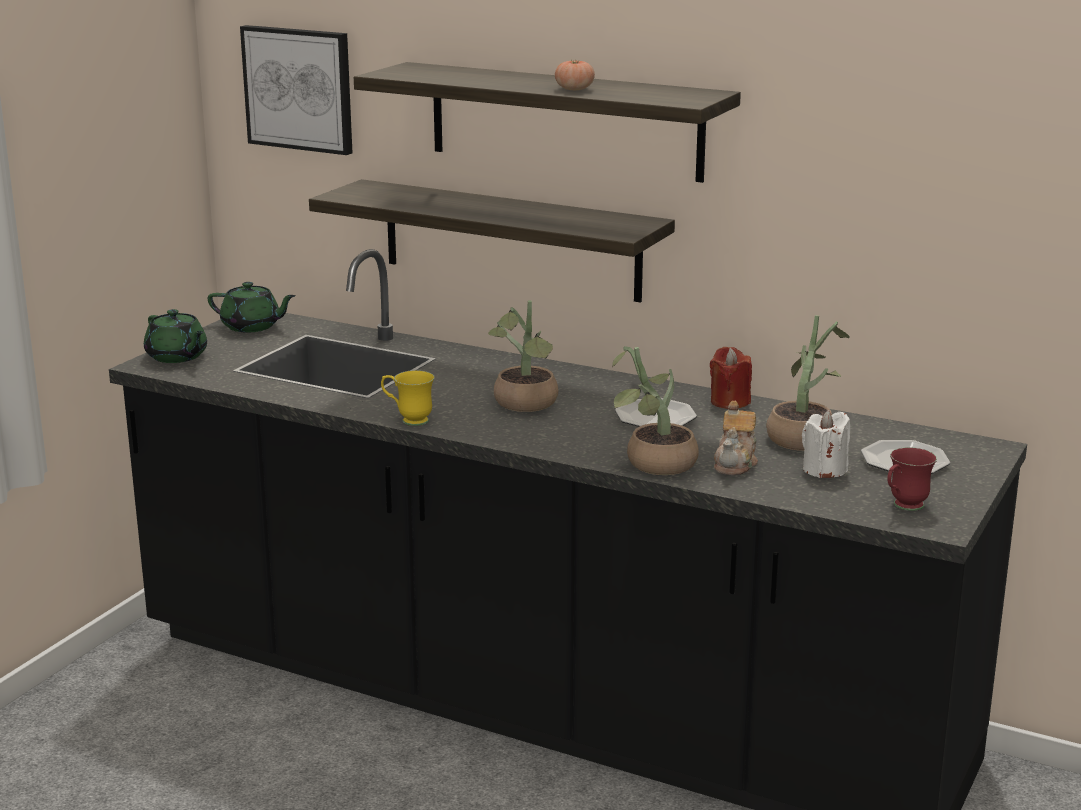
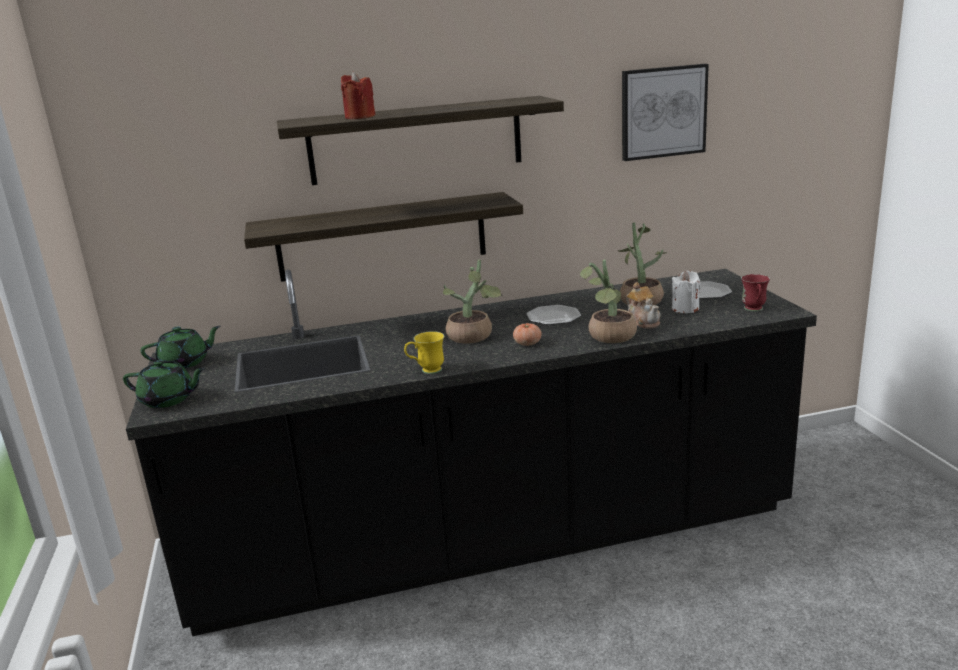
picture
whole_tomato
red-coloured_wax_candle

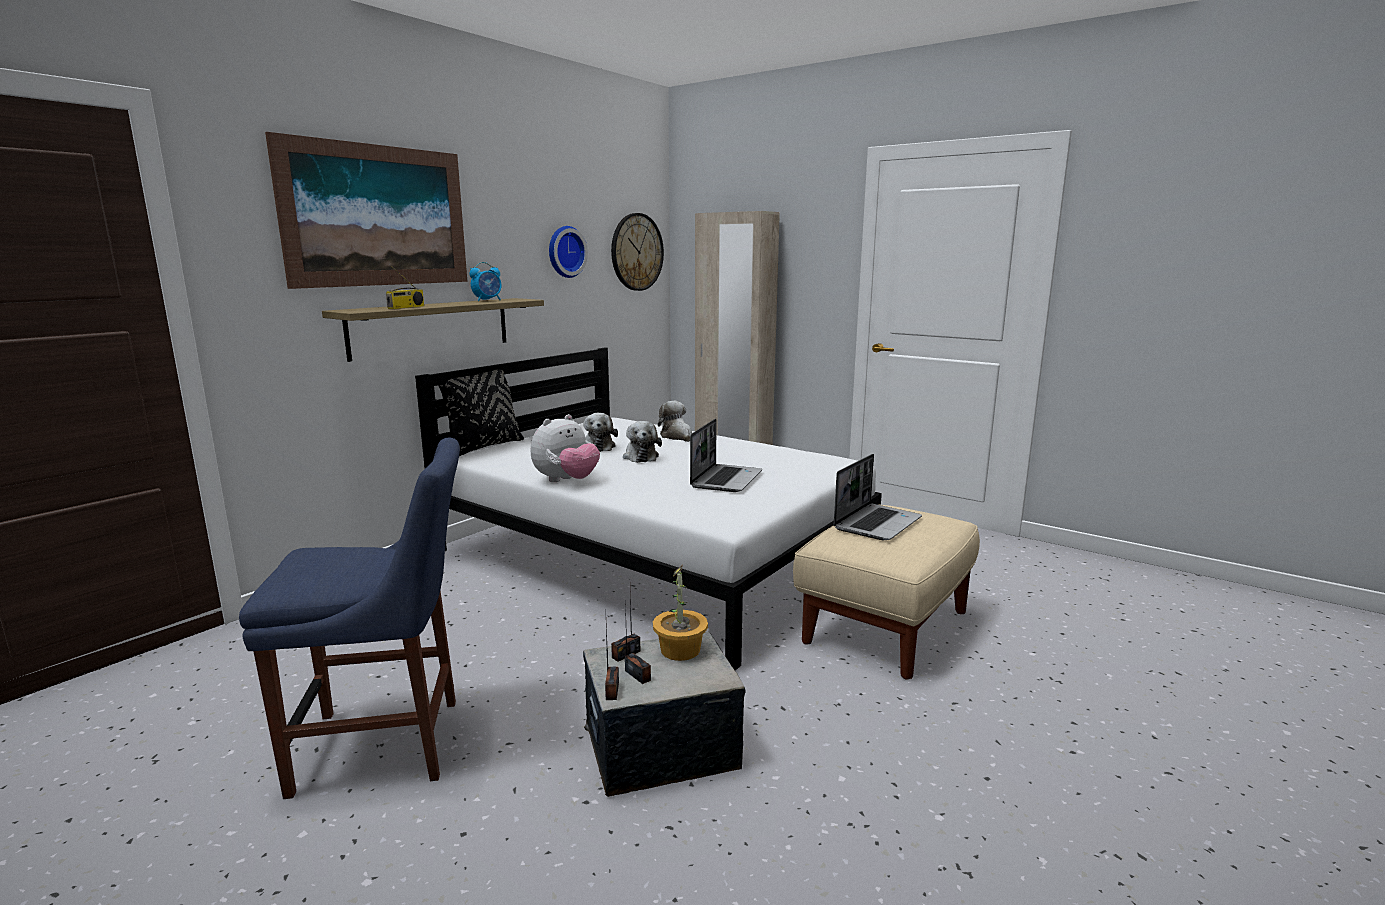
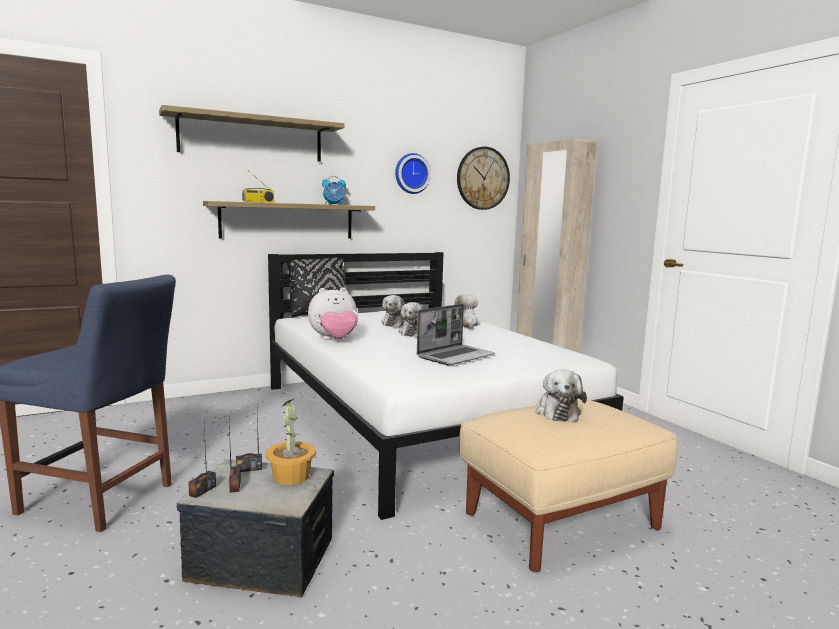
wall_shelf (1st from left)
plush_toy (5th from left)

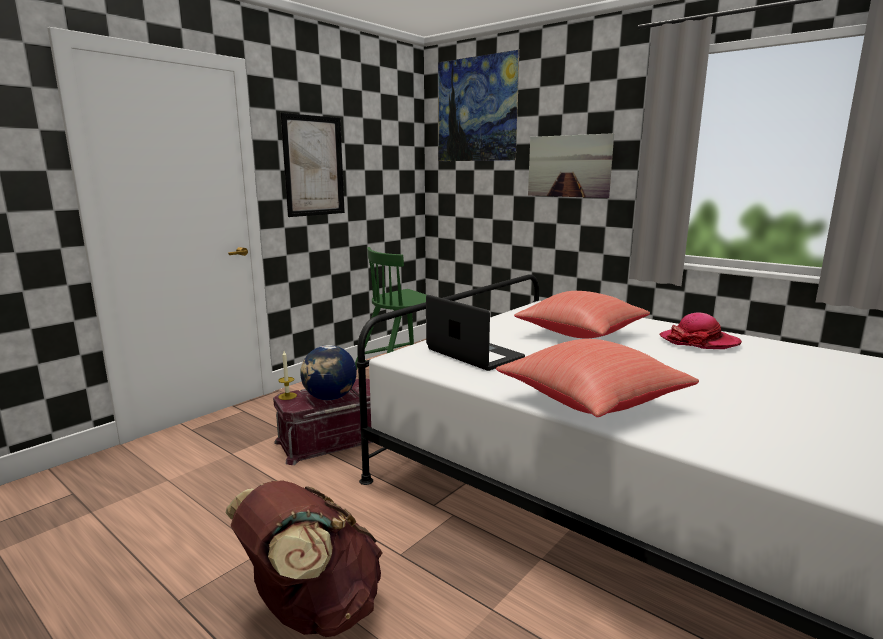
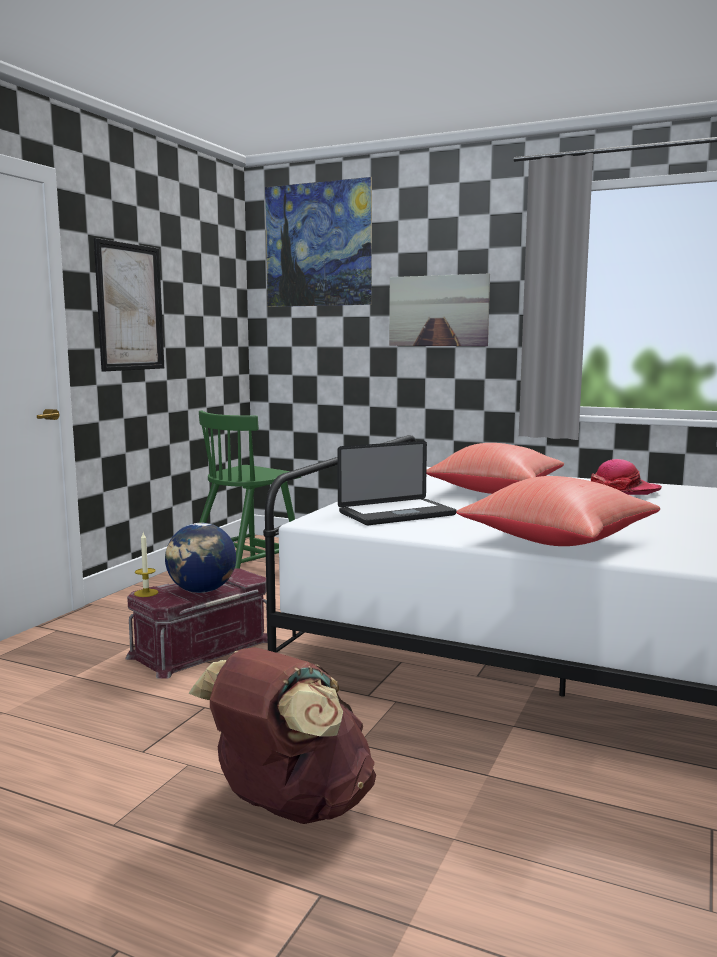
notebook_computer

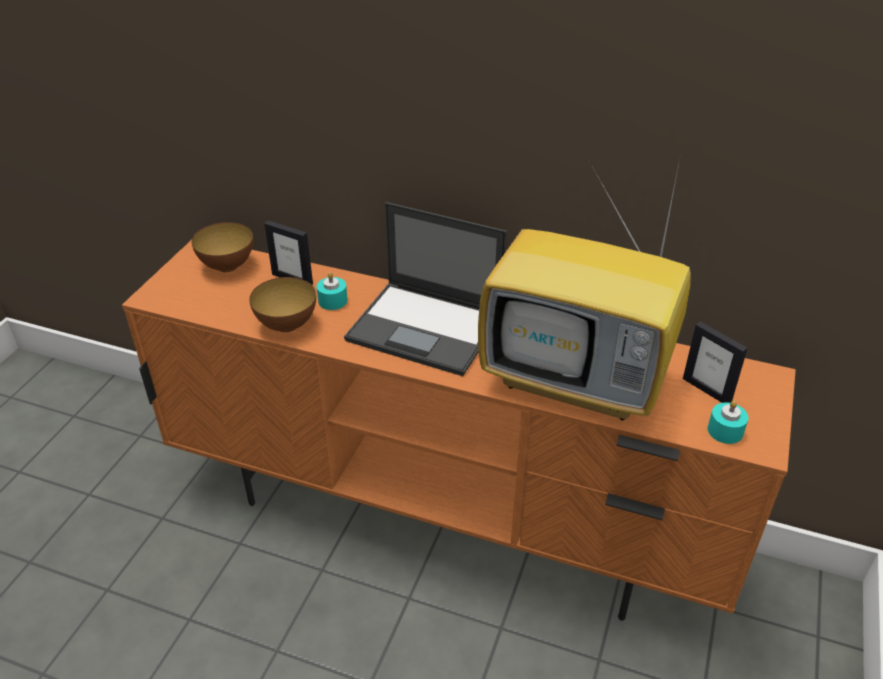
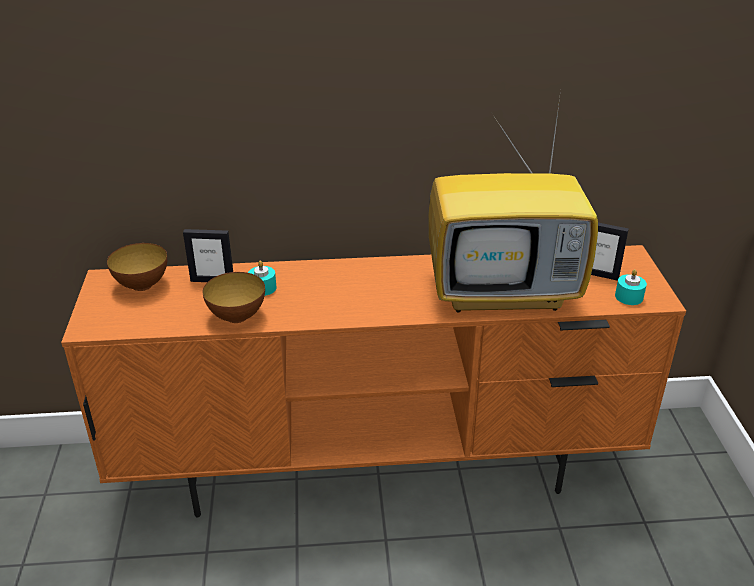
notebook_computer

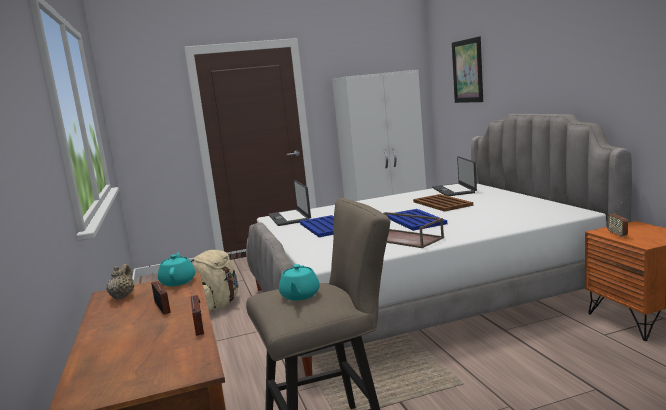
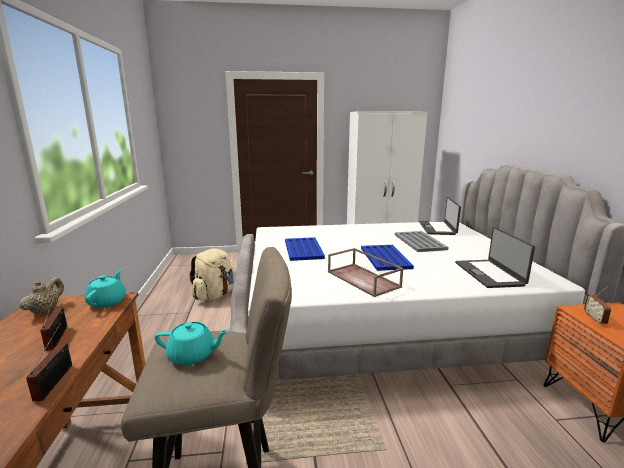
notebook_computer (2nd from left)
turquoise_tea_pot (2nd from left)
grey_tray
picture

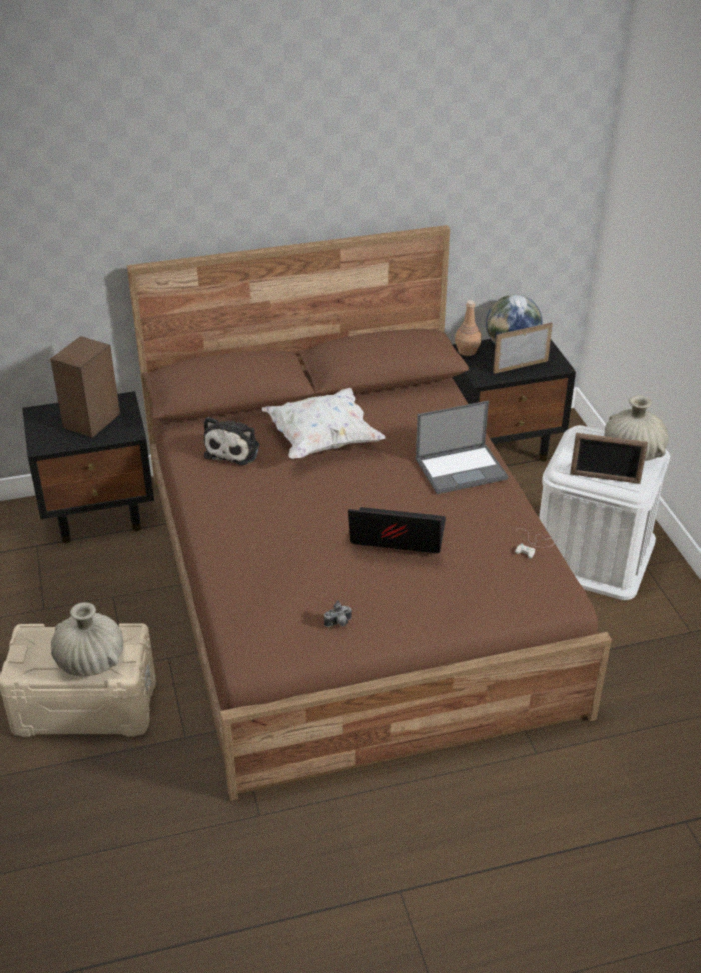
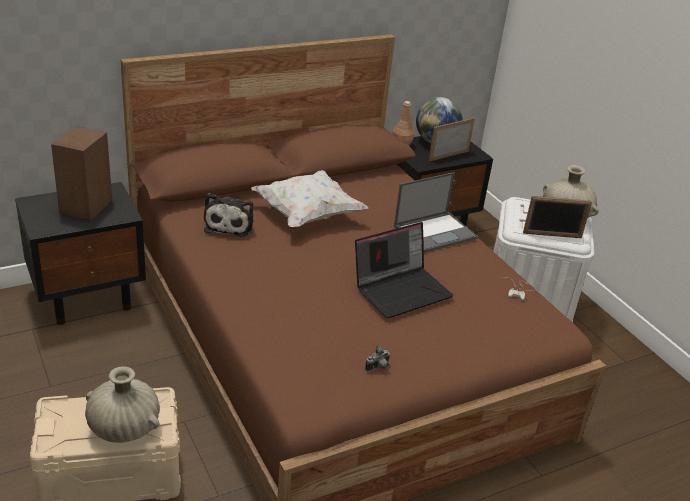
notebook_computer (1st from left)

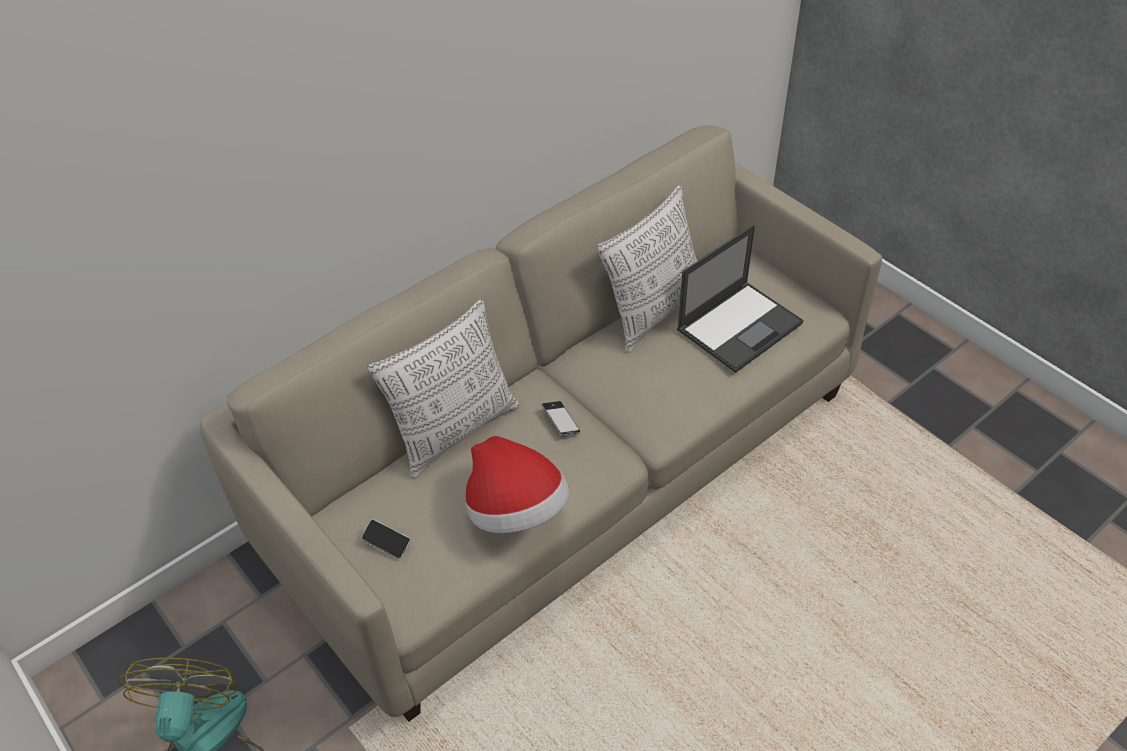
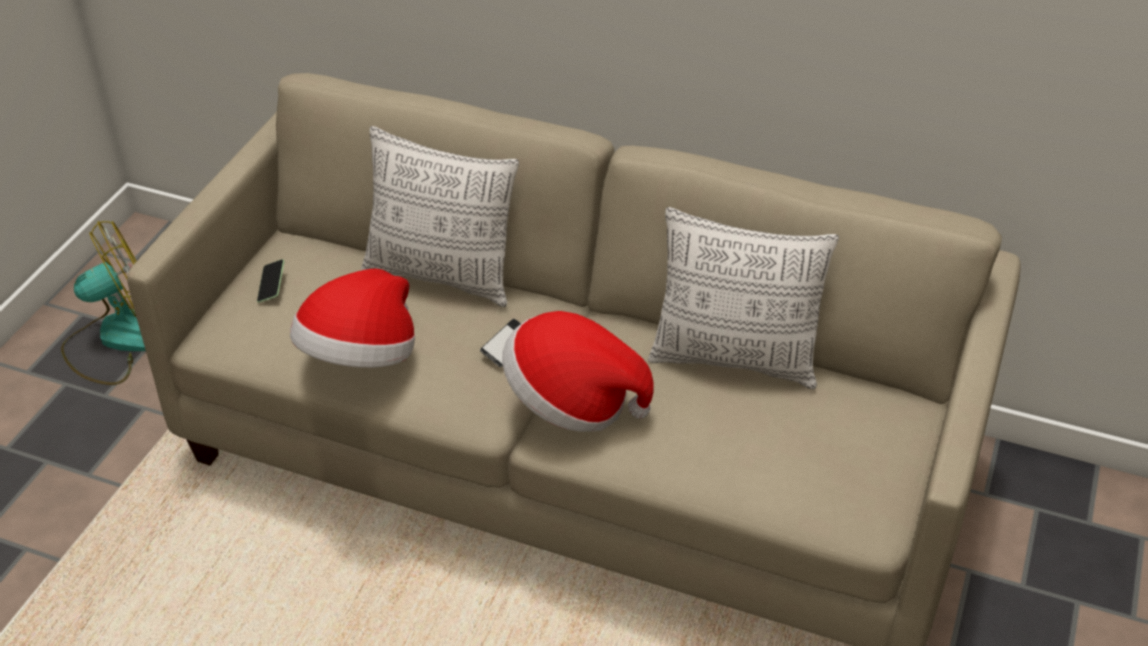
notebook_computer
wearable_hat (2nd from left)

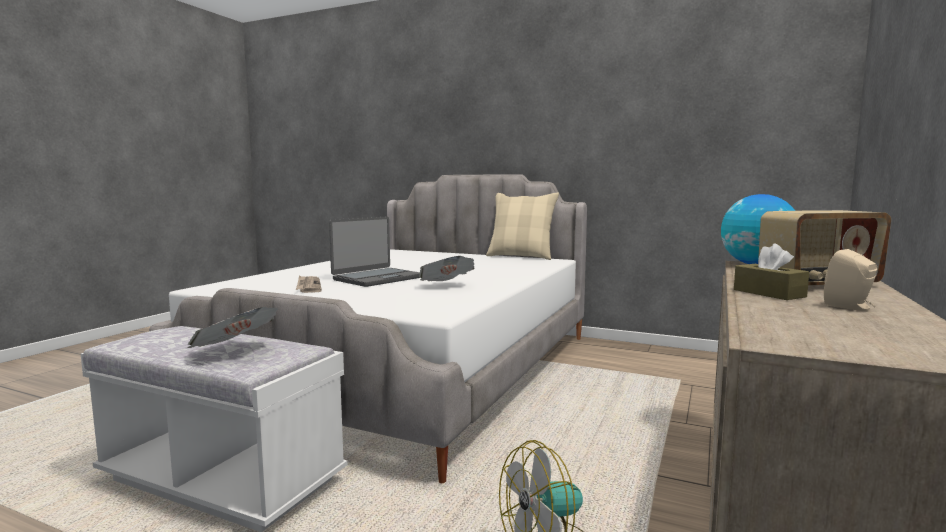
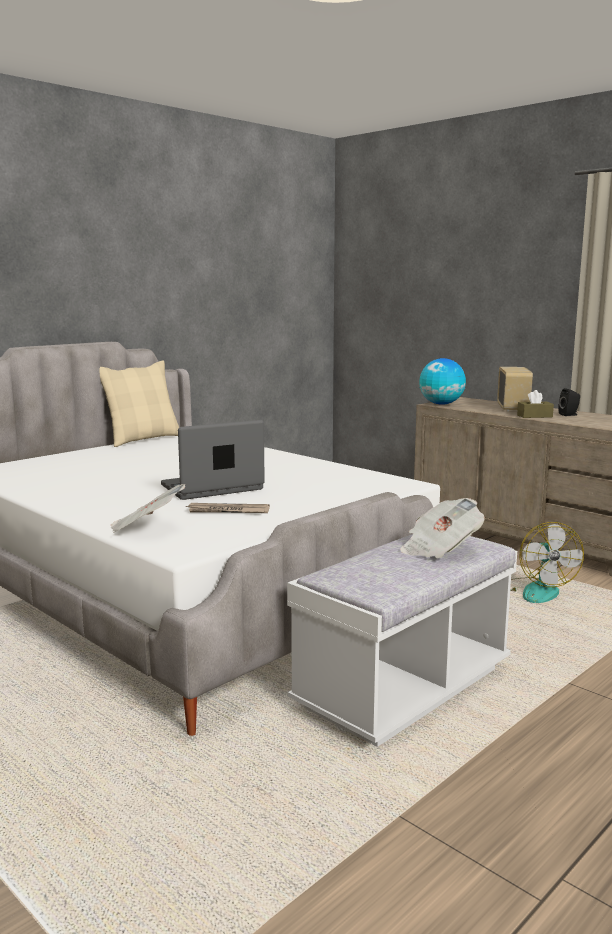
notebook_computer
newspaper (1st from left)
black-coloured_audio_speaker

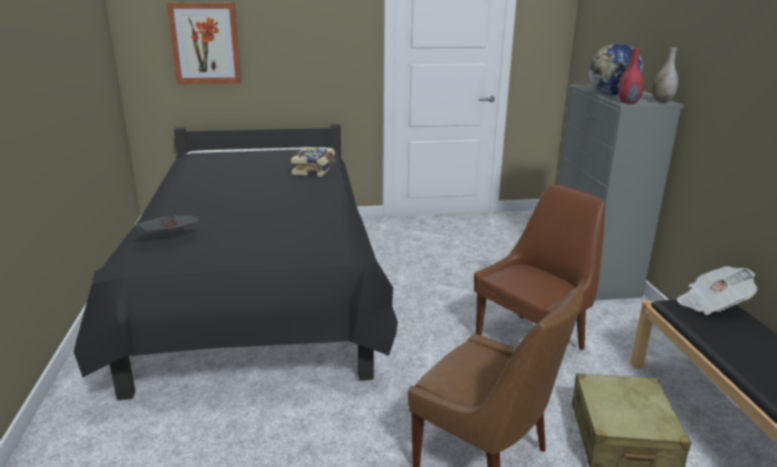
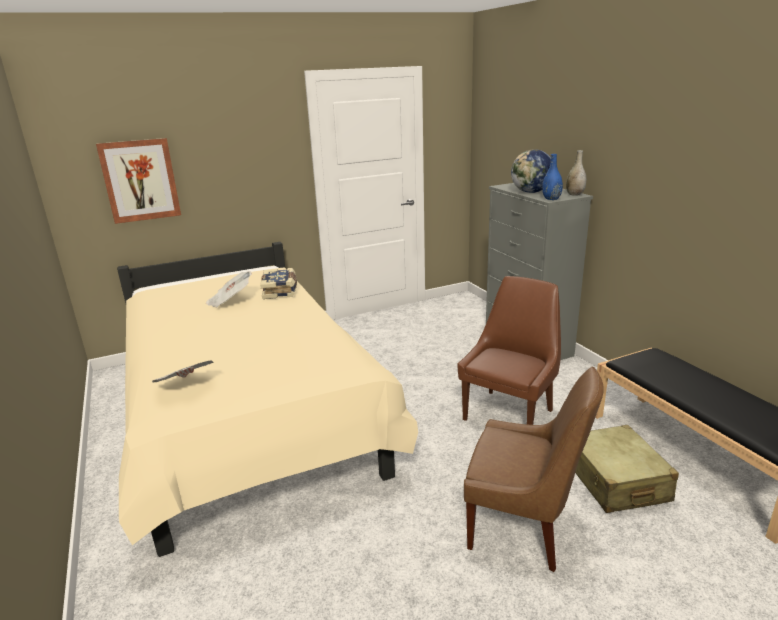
sand-coloured_sleeping_bed
blue-coloured_vase
newspaper (2nd from left)

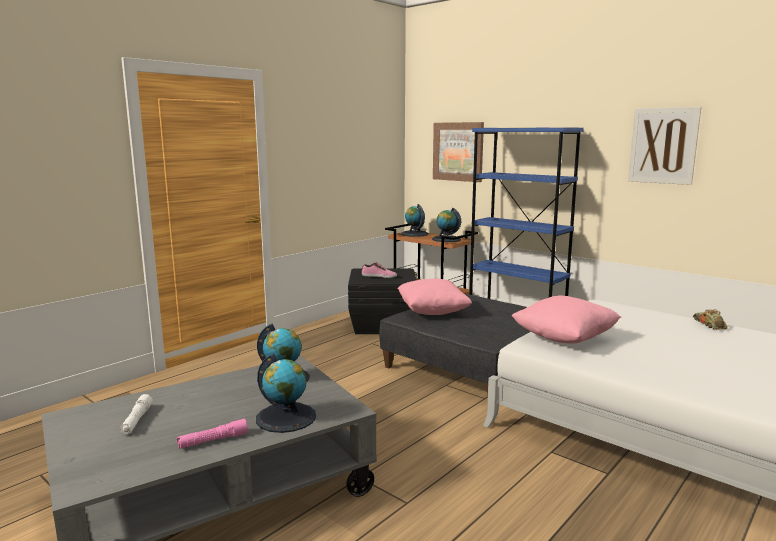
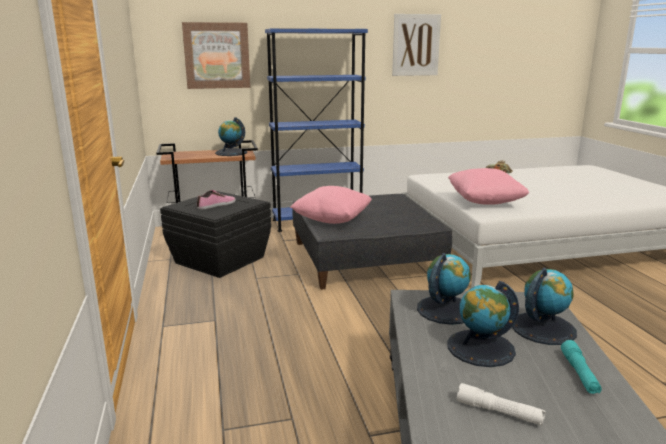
turquoise_torch
world_globe (3rd from left)

